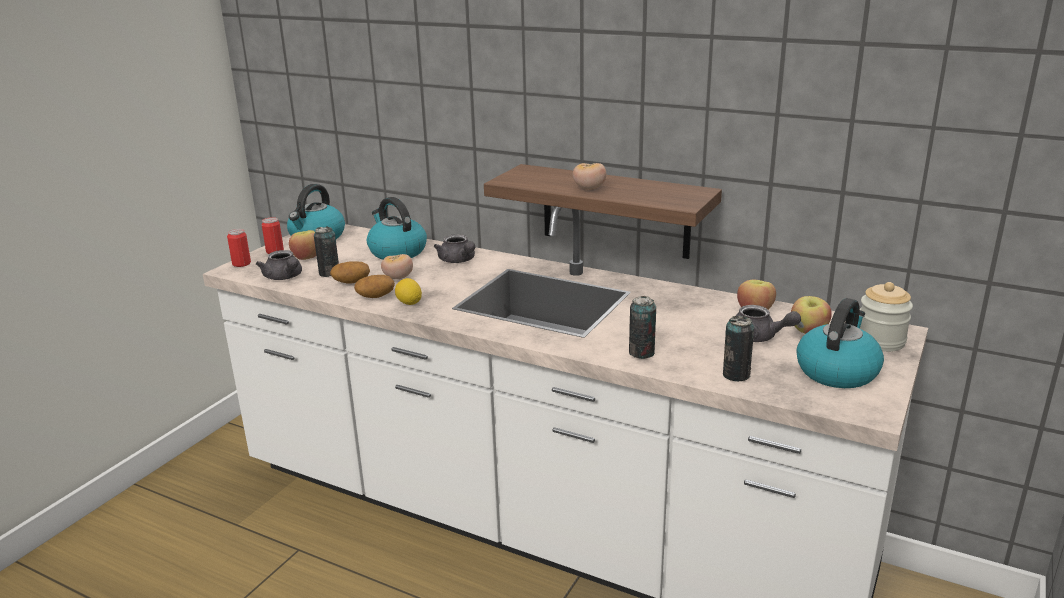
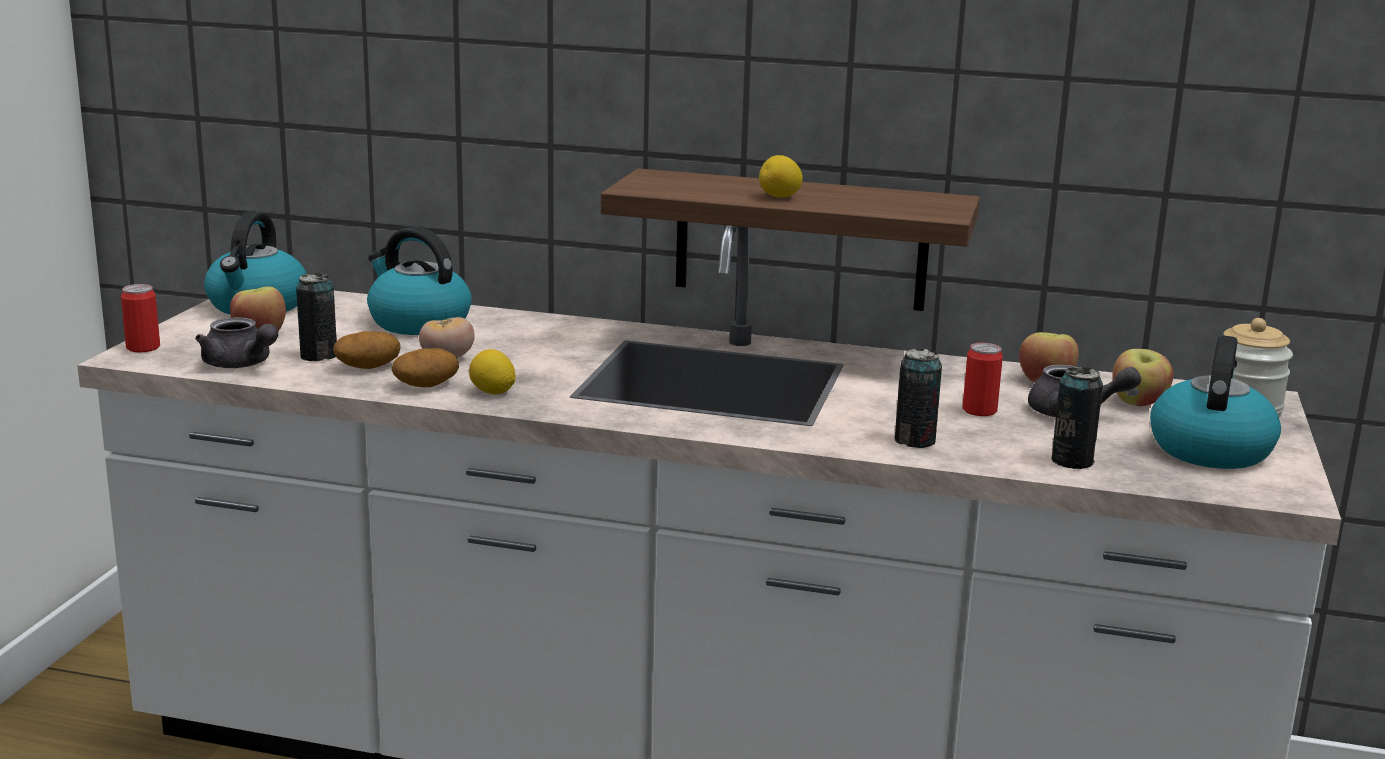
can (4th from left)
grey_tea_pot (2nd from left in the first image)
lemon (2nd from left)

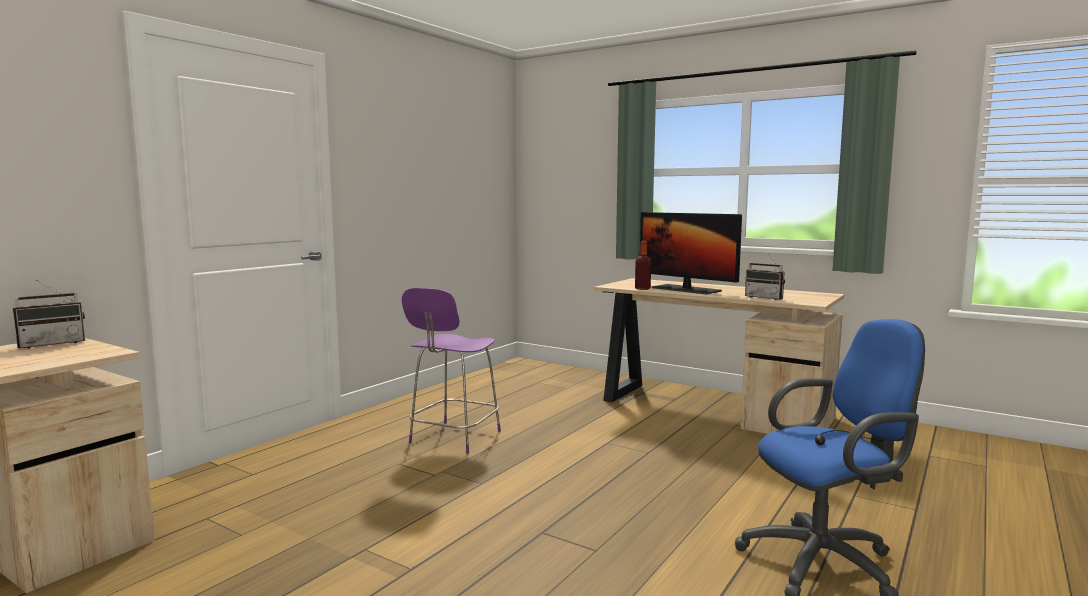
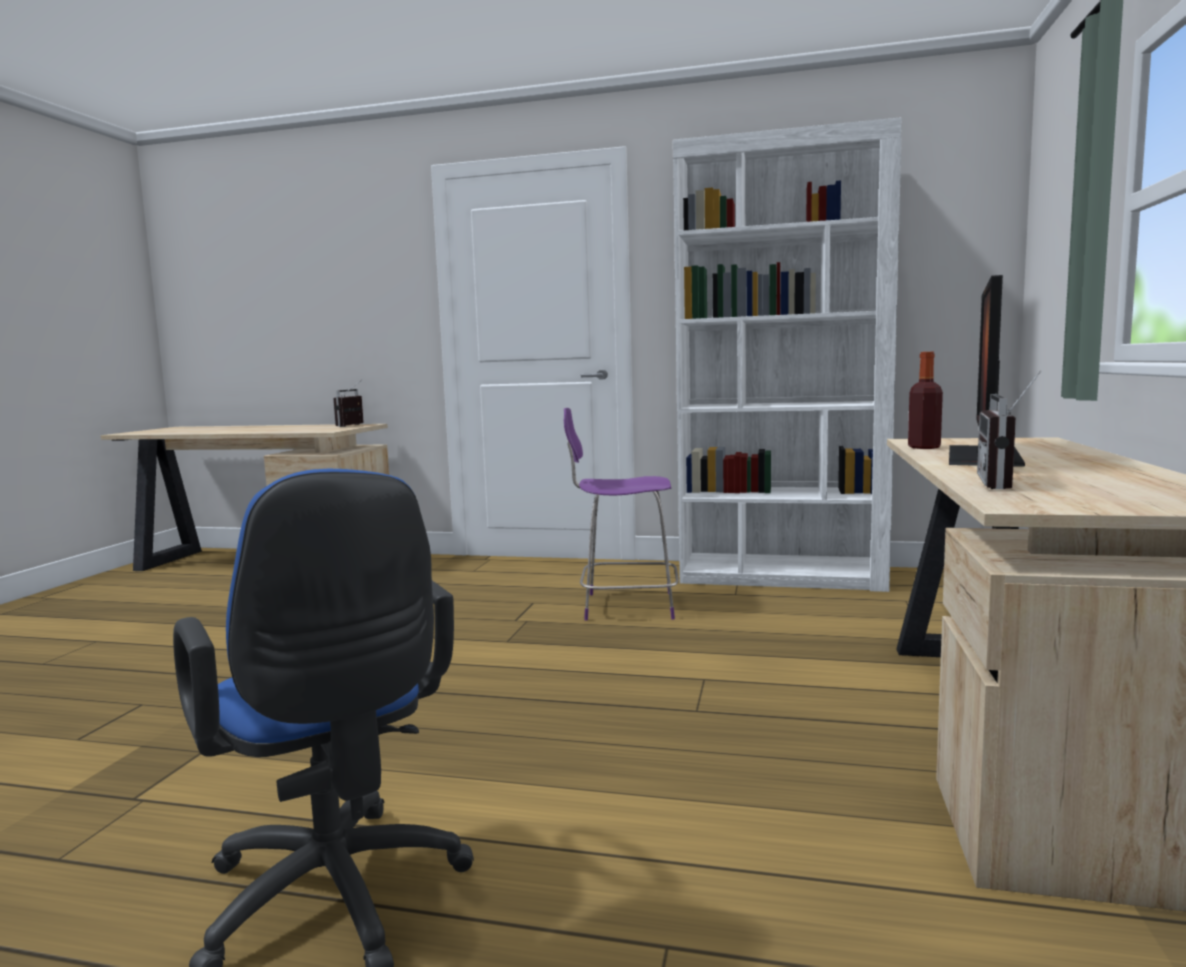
radio_set (1st from left)
white_bookcase

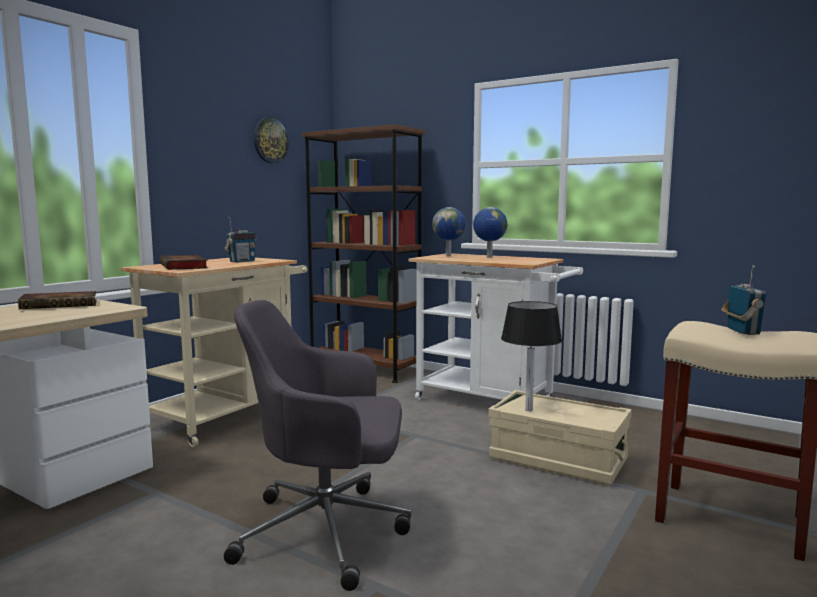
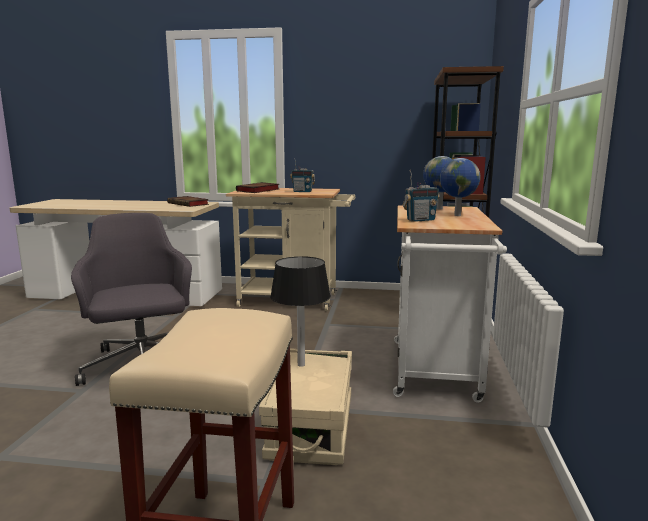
clock_on_the_wall
radio_set (2nd from left)

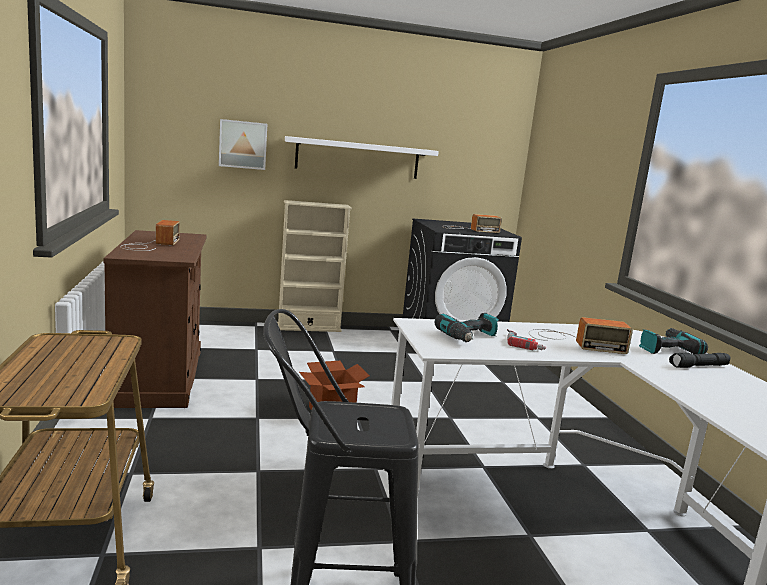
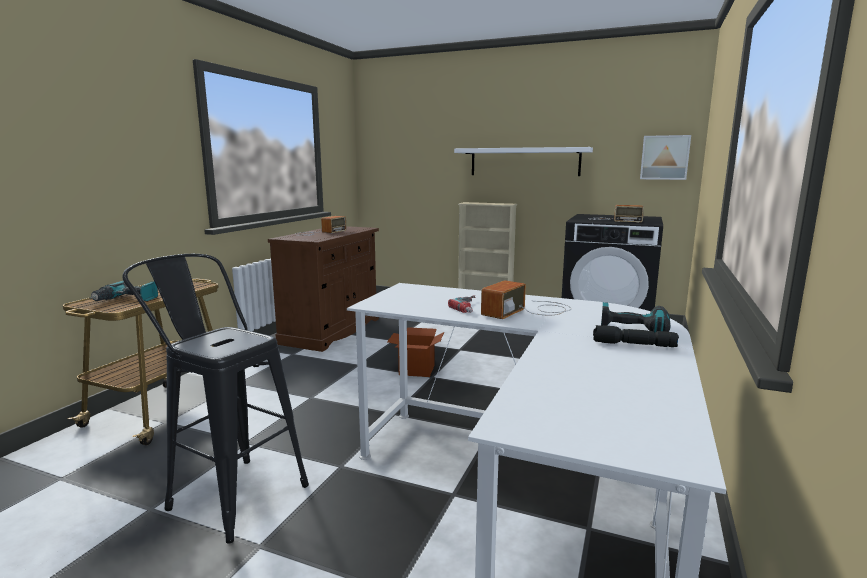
picture
drill (1st from left)
radio_set (2nd from left)

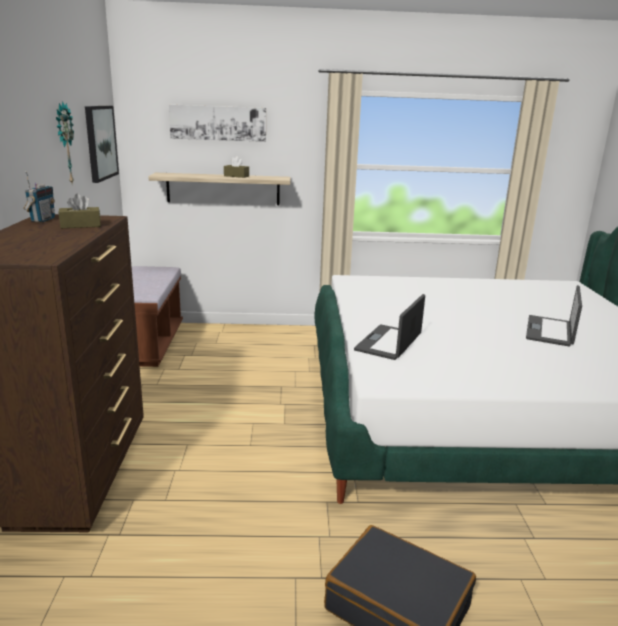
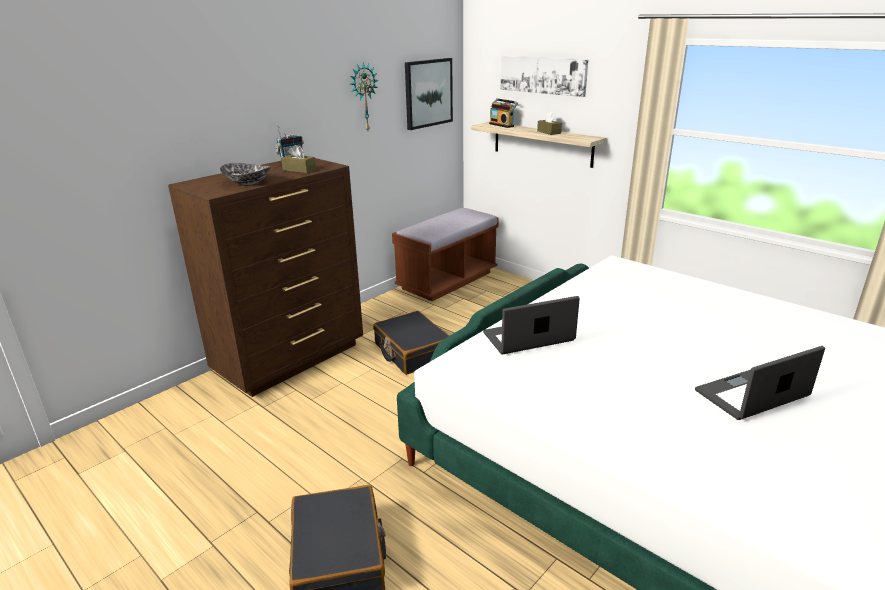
bowl
black-coloured_suitcase (2nd from left)
radio_set (2nd from left)

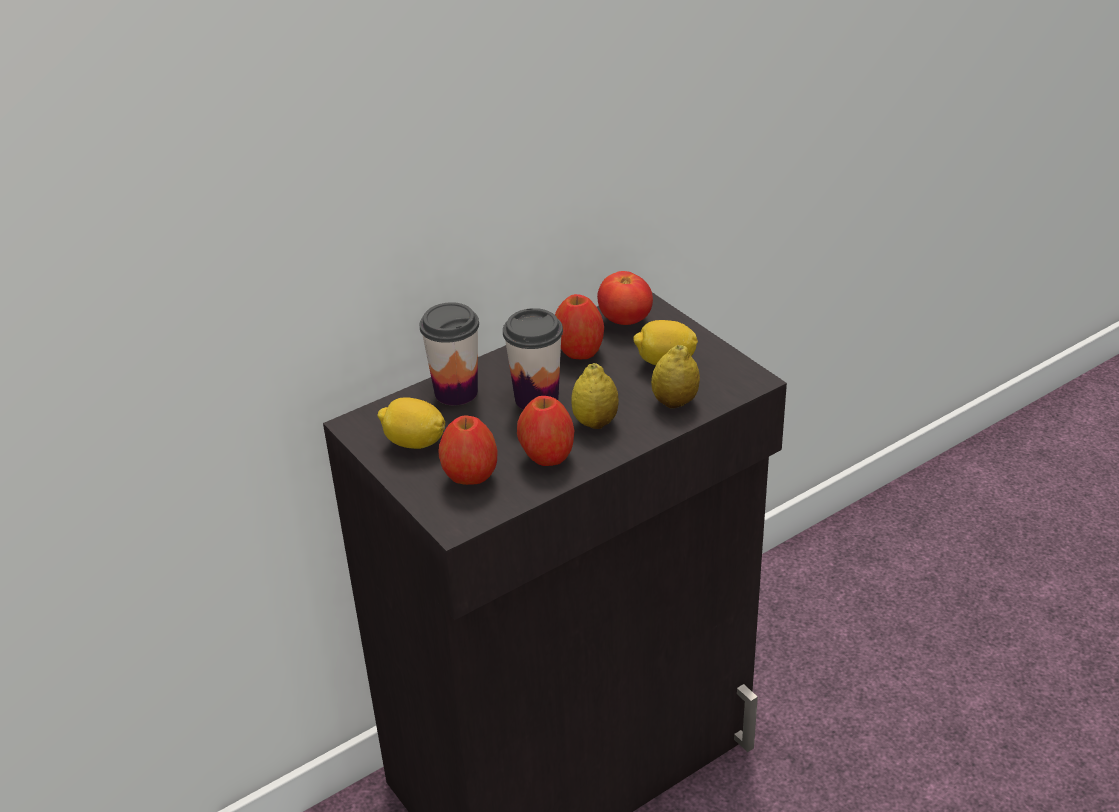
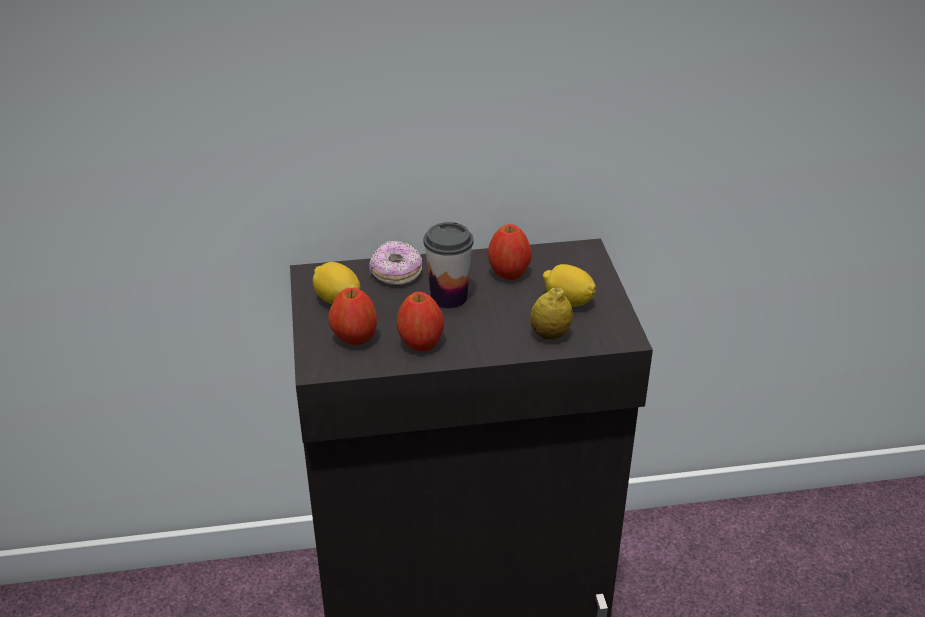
donut
lemon (2nd from left in the first image)
whole_tomato

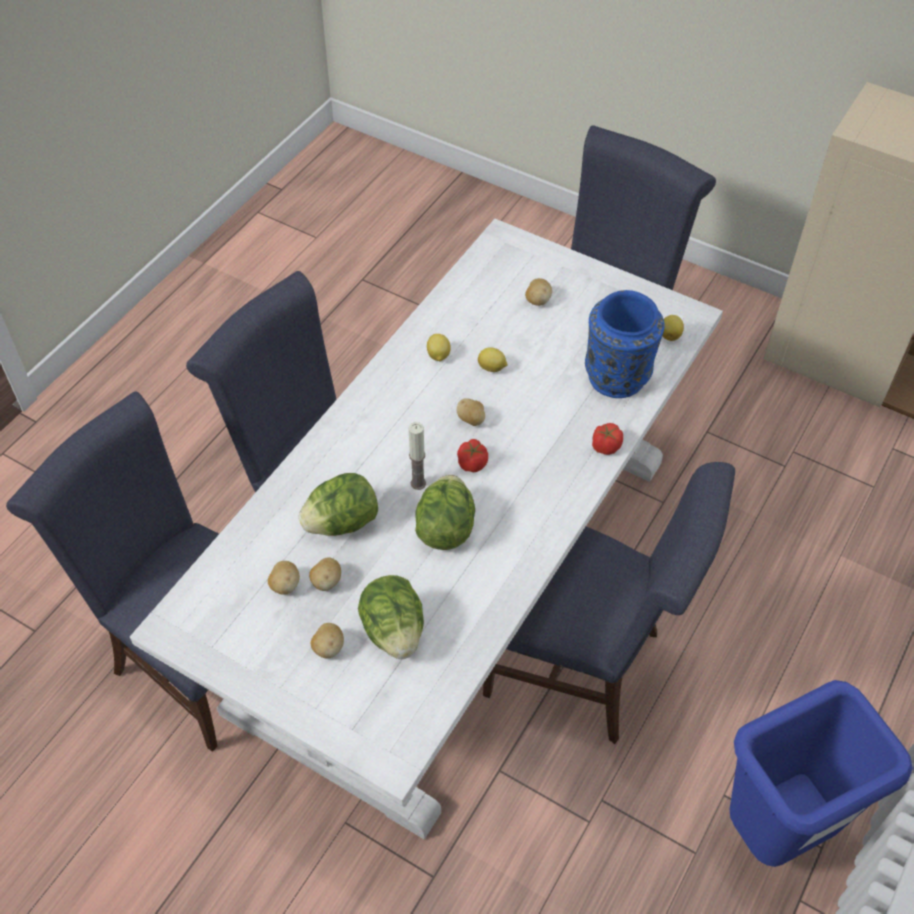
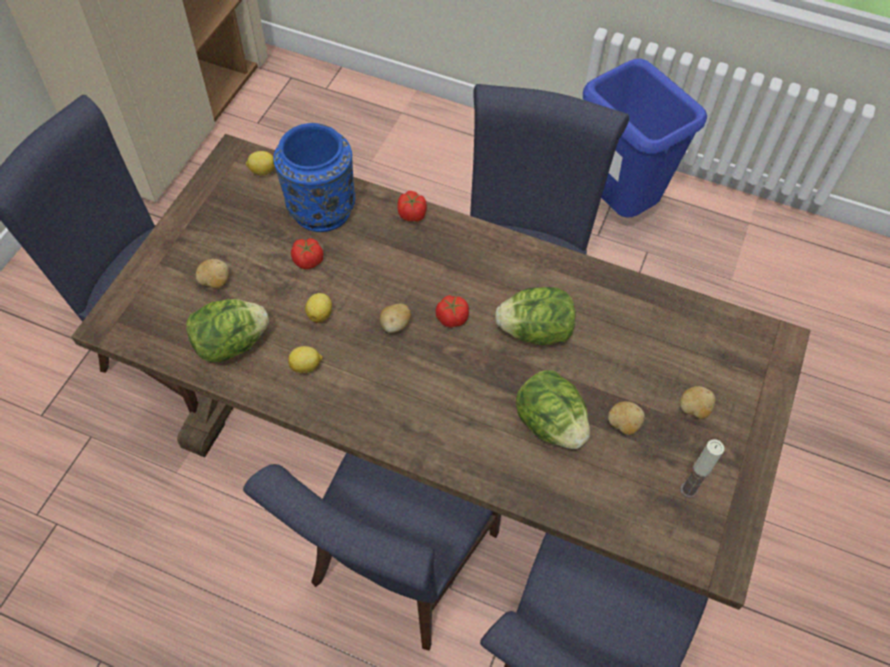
brown_kitchen_table
spud (1st from left in the first image)
lettuce_head (1st from left)
wax_candle
whole_tomato (1st from left)

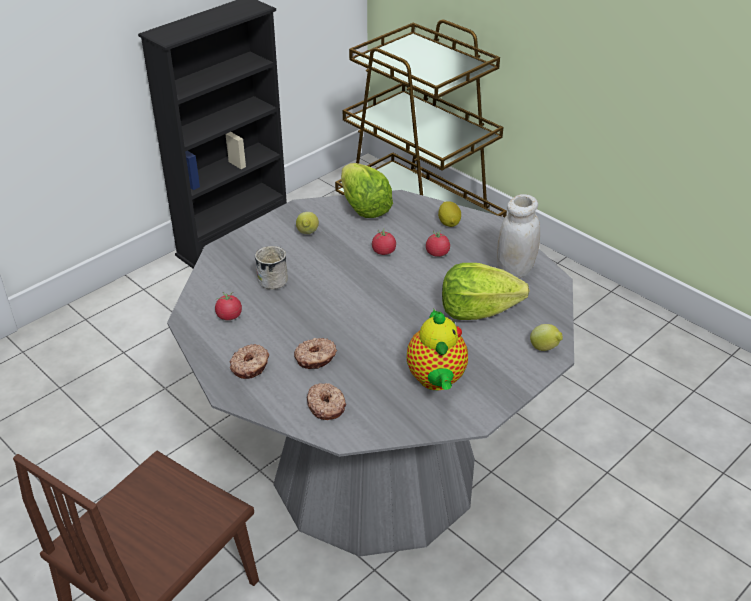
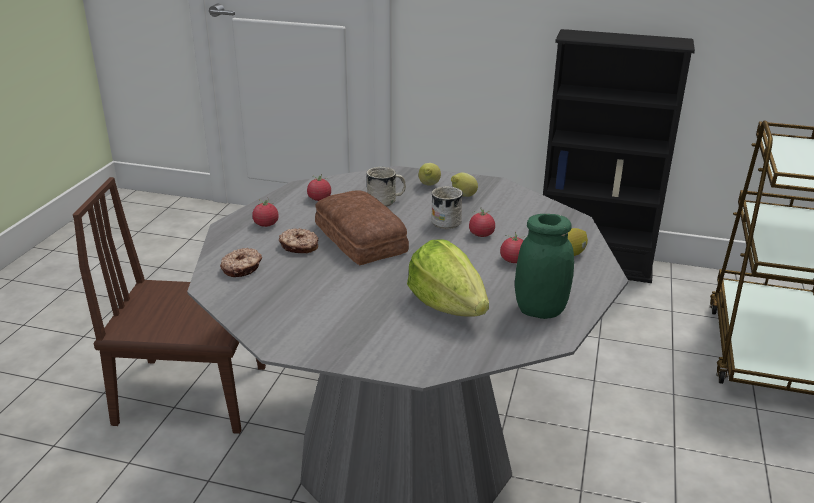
whole_tomato (1st from left)
lettuce_head (1st from left in the first image)
tea_pot
green_storage_jar
lemon (1st from left)
baked_bread
white_coffee_mug (2nd from left)

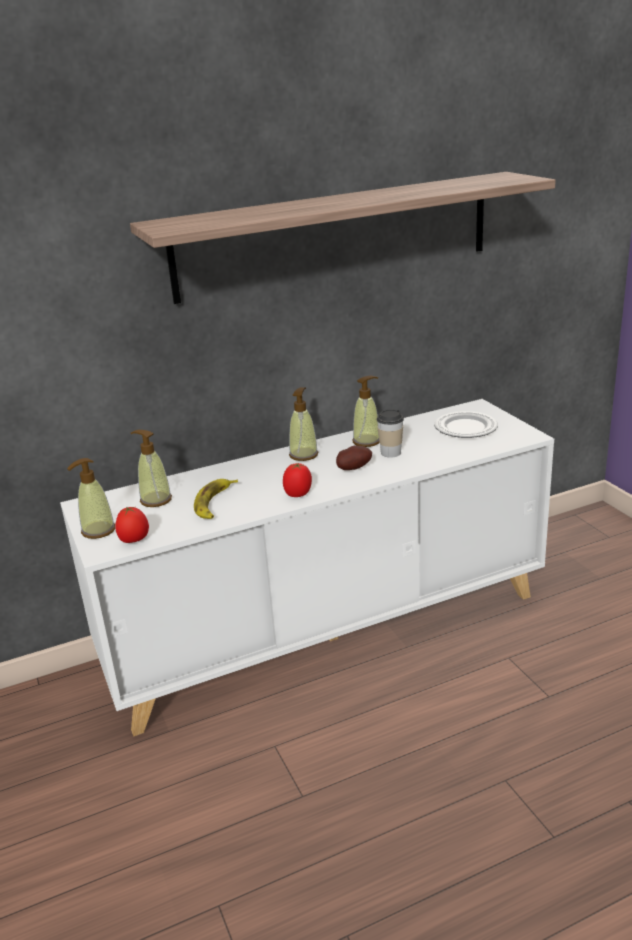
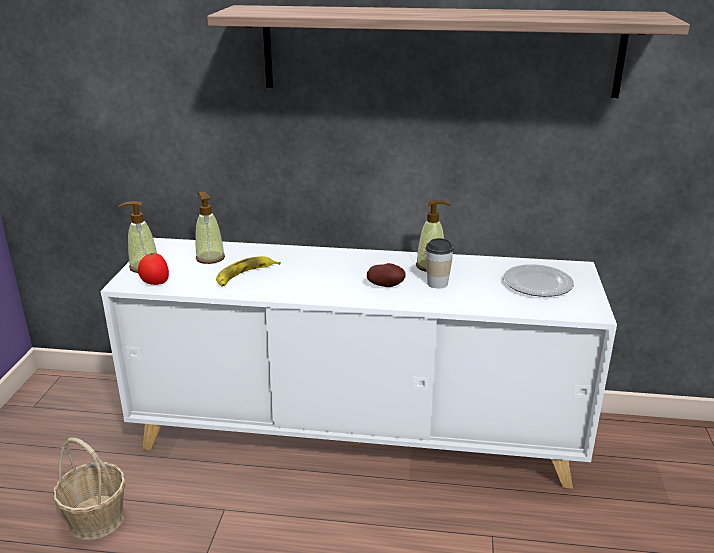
whole_tomato (2nd from left in the first image)
soap_dispenser (3rd from left in the first image)
household_basket

